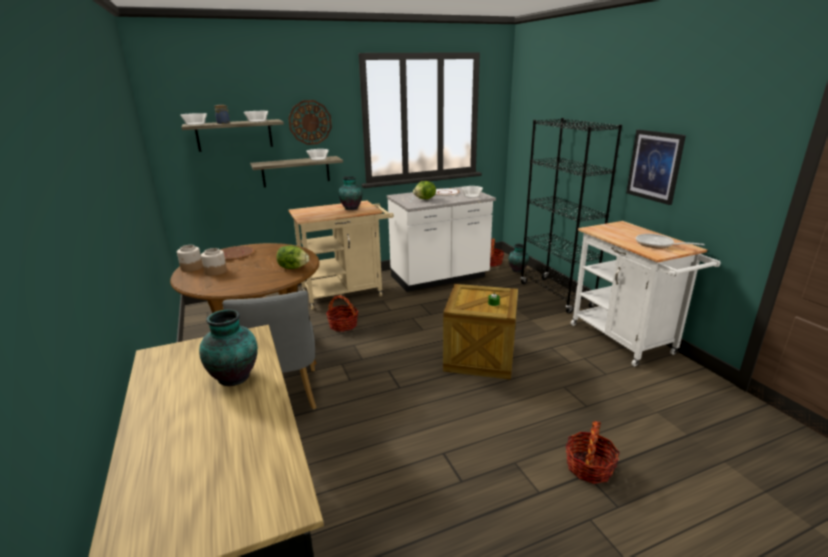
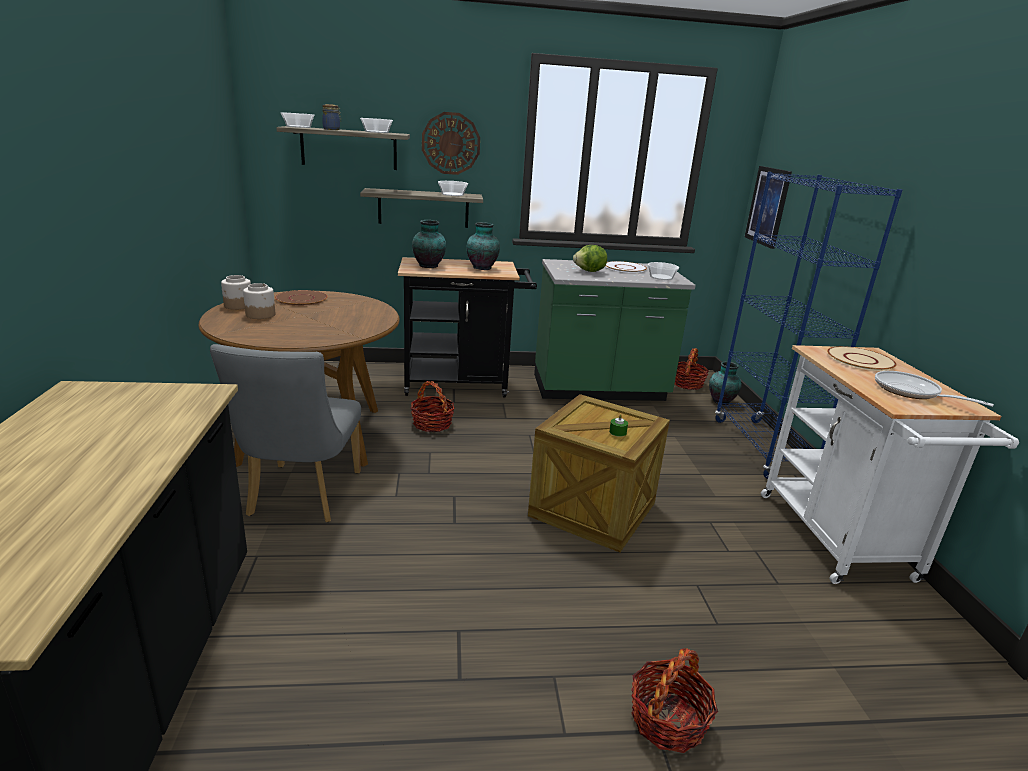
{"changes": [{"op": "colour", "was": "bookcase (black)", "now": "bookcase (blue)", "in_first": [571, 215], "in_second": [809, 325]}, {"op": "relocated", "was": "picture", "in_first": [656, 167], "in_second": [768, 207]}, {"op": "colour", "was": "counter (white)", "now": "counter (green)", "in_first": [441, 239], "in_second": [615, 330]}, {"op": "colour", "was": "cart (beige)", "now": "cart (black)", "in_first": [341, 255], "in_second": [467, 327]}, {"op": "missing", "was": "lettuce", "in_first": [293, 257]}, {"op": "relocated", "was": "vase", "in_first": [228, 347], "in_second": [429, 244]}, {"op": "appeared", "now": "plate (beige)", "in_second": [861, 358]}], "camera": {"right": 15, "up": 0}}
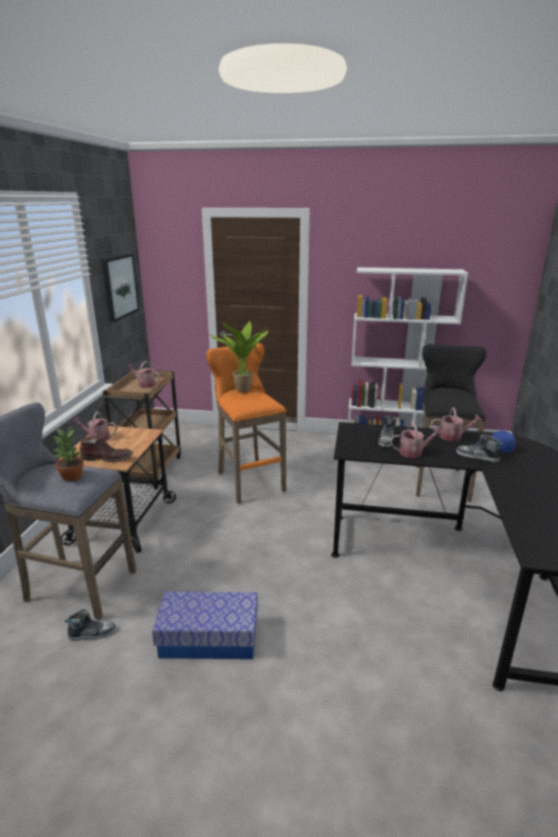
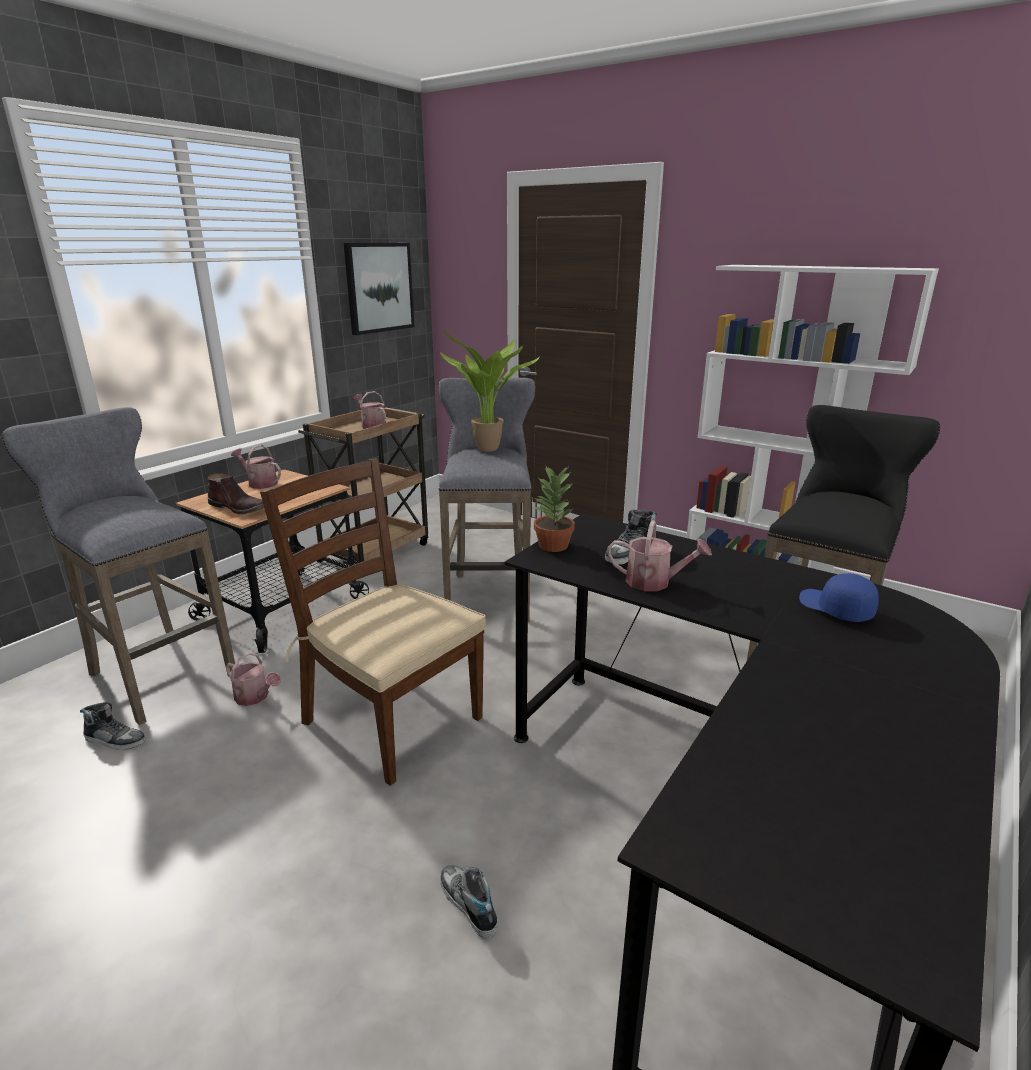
{"changes": [{"op": "colour", "was": "stool (orange)", "now": "stool (grey)", "in_first": [246, 423], "in_second": [487, 500]}, {"op": "relocated", "was": "watering can", "in_first": [456, 425], "in_second": [253, 679]}, {"op": "relocated", "was": "potted plant", "in_first": [68, 454], "in_second": [554, 508]}, {"op": "relocated", "was": "shoe", "in_first": [479, 448], "in_second": [469, 901]}, {"op": "missing", "was": "storage box", "in_first": [205, 625]}, {"op": "appeared", "now": "chair (brown)", "in_second": [373, 622]}], "camera": {"right": 25, "up": 0}}
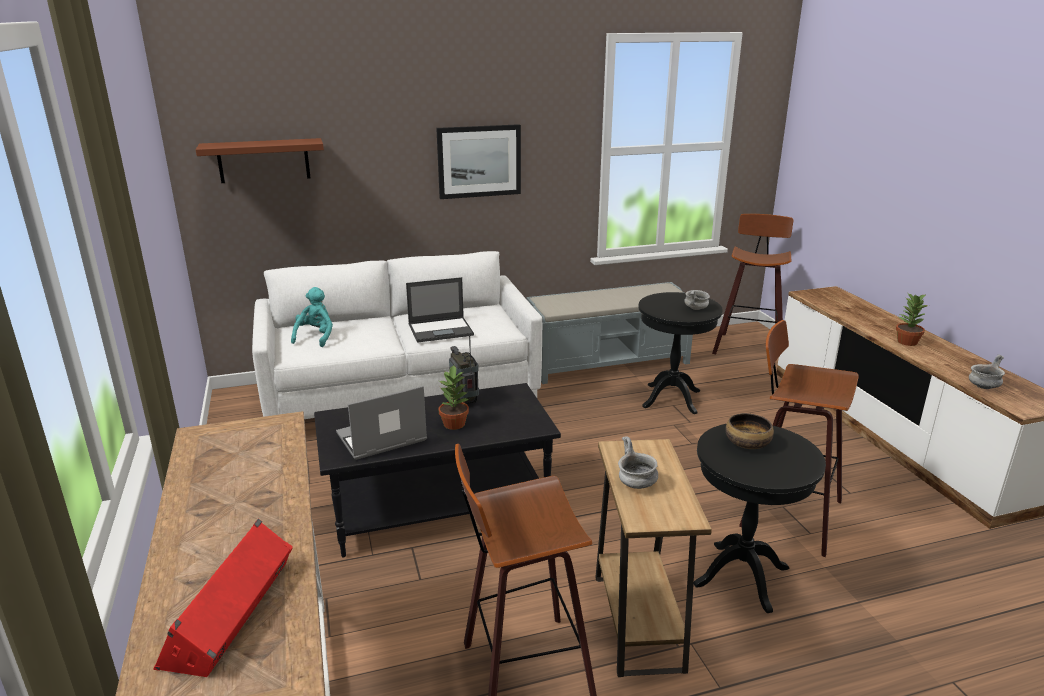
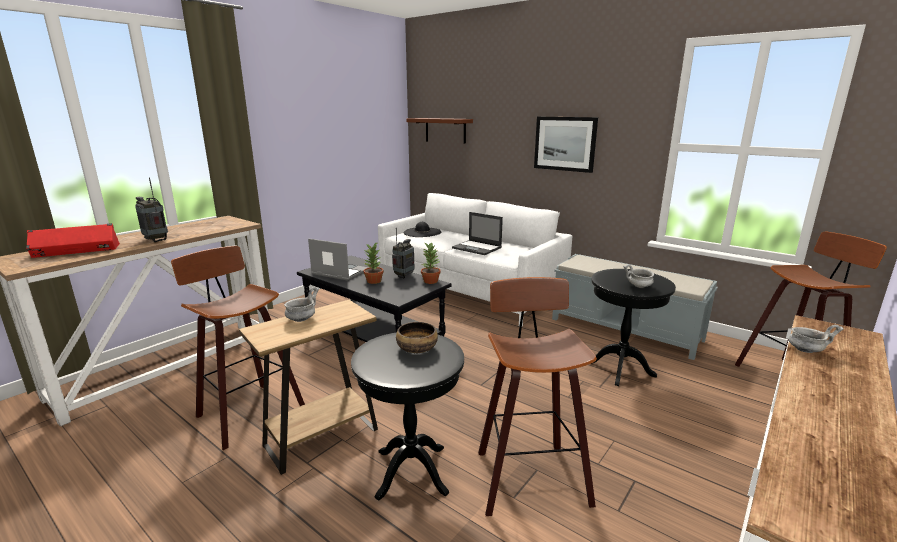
{"changes": [{"op": "exchanged", "was": "plush toy (turquoise)", "now": "hat (black)", "in_first": [312, 317], "in_second": [422, 229]}, {"op": "relocated", "was": "potted plant", "in_first": [912, 319], "in_second": [431, 263]}, {"op": "relocated", "was": "bowl (grey)", "in_first": [987, 372], "in_second": [815, 339]}, {"op": "appeared", "now": "radio", "in_second": [151, 210]}], "camera": {"right": 55, "up": -5}}
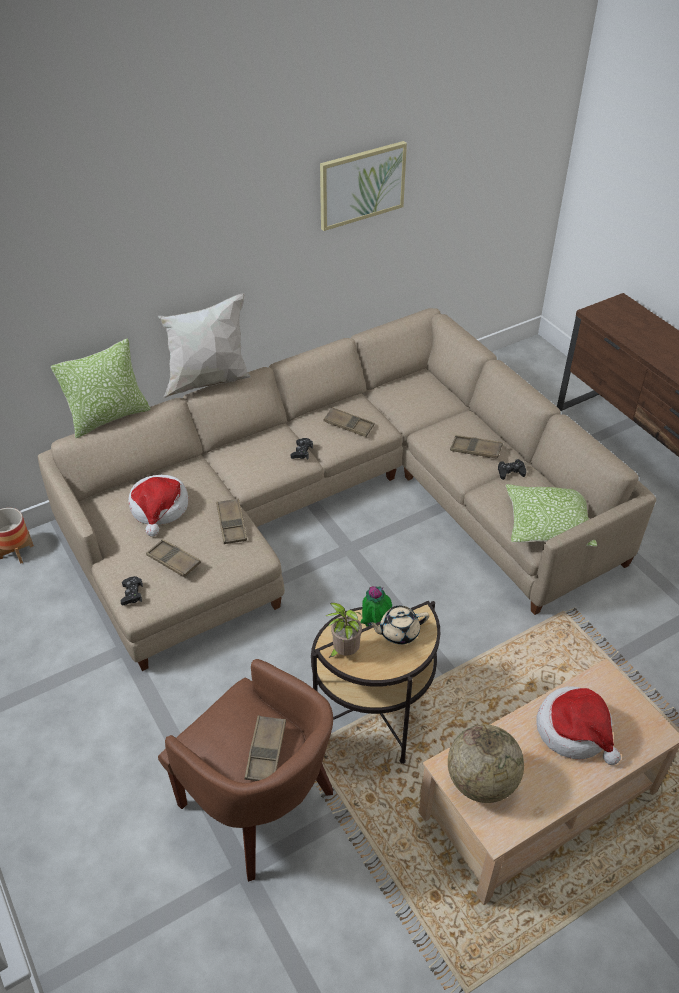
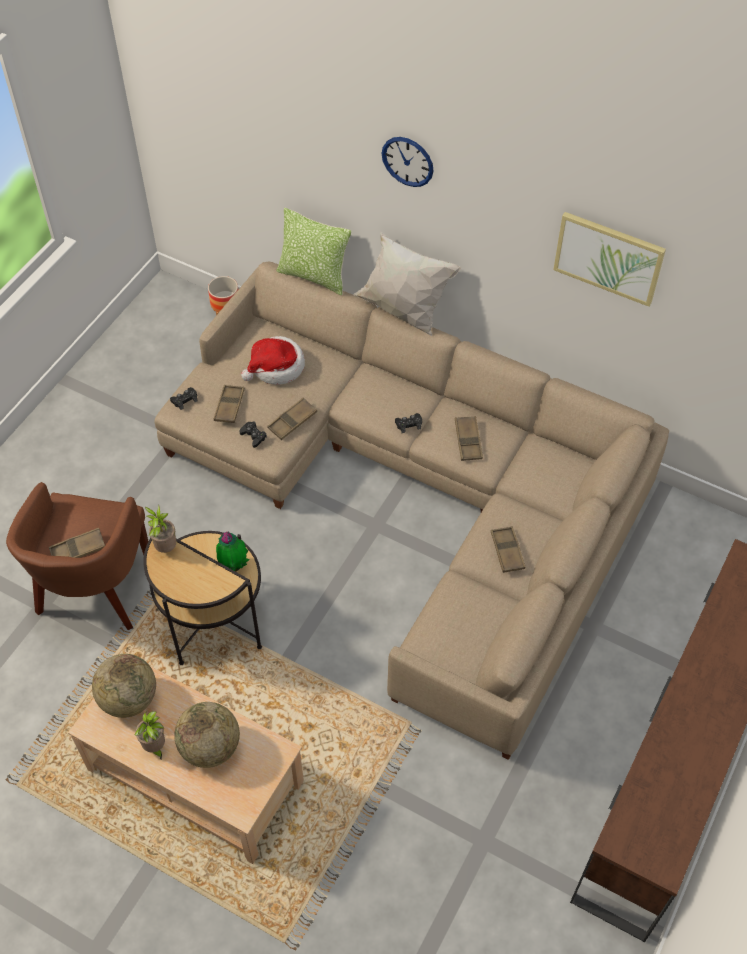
{"changes": [{"op": "relocated", "was": "game controller (black)", "in_first": [512, 469], "in_second": [253, 434]}, {"op": "missing", "was": "pillow", "in_first": [551, 515]}, {"op": "missing", "was": "teapot (beige)", "in_first": [398, 625]}, {"op": "exchanged", "was": "hat", "now": "globe", "in_first": [578, 725], "in_second": [207, 735]}, {"op": "appeared", "now": "wall clock", "in_second": [407, 162]}, {"op": "appeared", "now": "potted plant", "in_second": [150, 735]}], "camera": {"right": 60, "up": 10}}
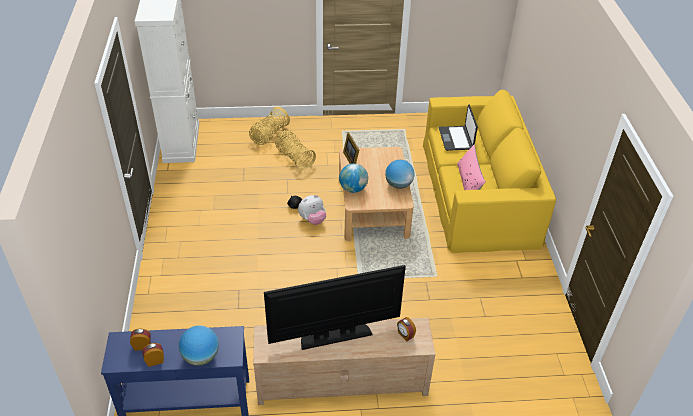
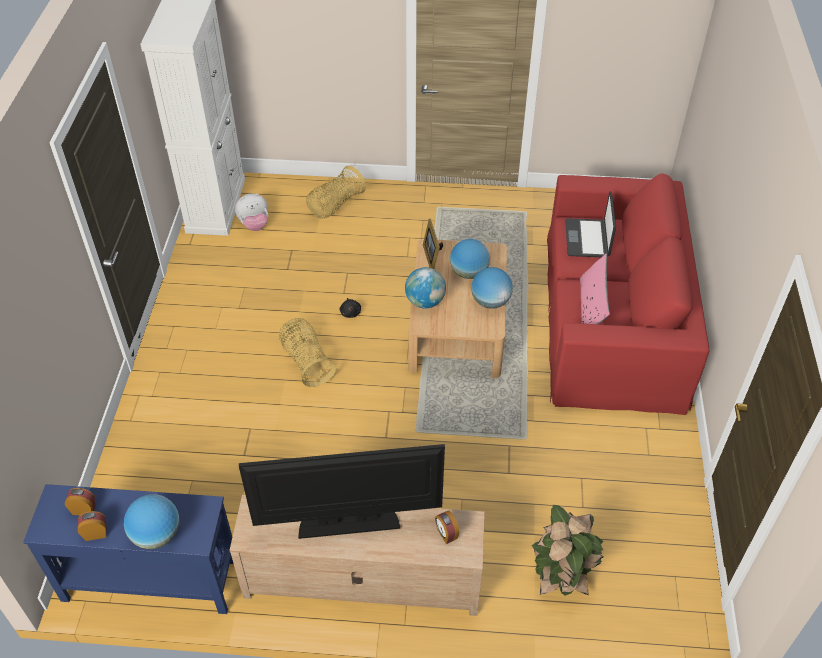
{"changes": [{"op": "colour", "was": "sofa (yellow)", "now": "sofa (red)", "in_first": [489, 171], "in_second": [628, 294]}, {"op": "relocated", "was": "basket", "in_first": [295, 150], "in_second": [307, 352]}, {"op": "relocated", "was": "plush toy", "in_first": [312, 210], "in_second": [251, 212]}, {"op": "appeared", "now": "globe", "in_second": [470, 259]}, {"op": "appeared", "now": "potted plant", "in_second": [567, 550]}], "camera": {"right": 10, "up": 5}}
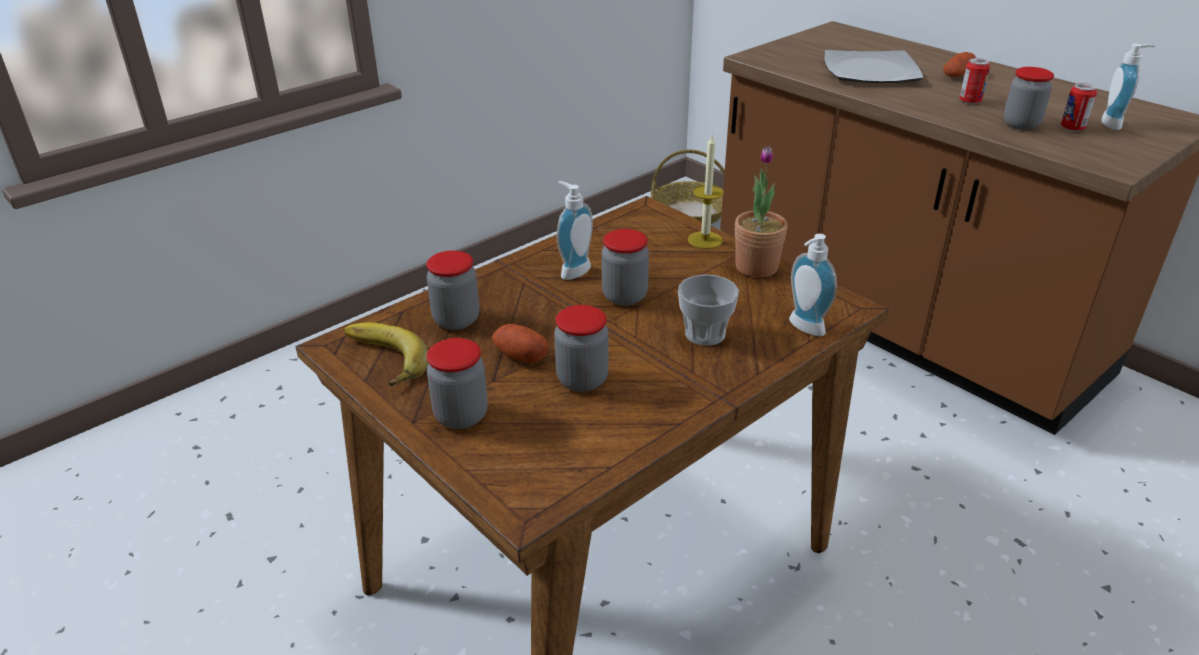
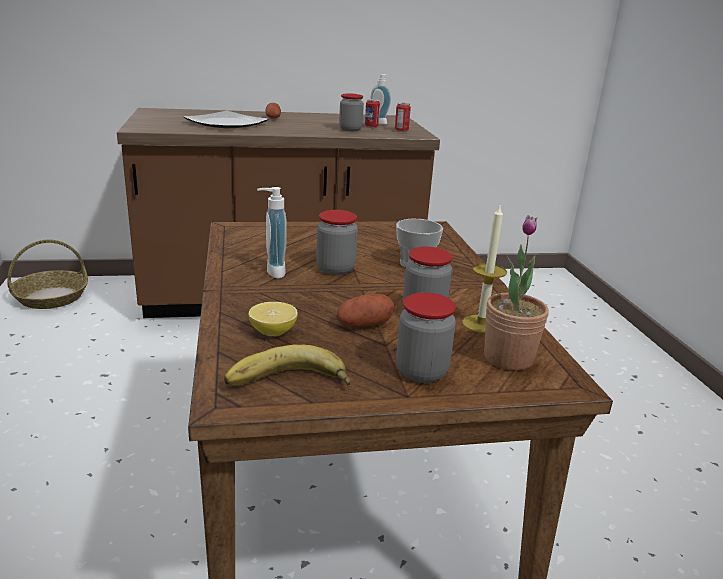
{"changes": [{"op": "relocated", "was": "can", "in_first": [974, 81], "in_second": [403, 117]}, {"op": "relocated", "was": "candle", "in_first": [706, 192], "in_second": [484, 270]}, {"op": "relocated", "was": "potted plant", "in_first": [761, 212], "in_second": [516, 292]}, {"op": "missing", "was": "soap dispenser", "in_first": [813, 285]}, {"op": "exchanged", "was": "jar", "now": "lemon", "in_first": [453, 290], "in_second": [273, 319]}], "camera": {"right": -60, "up": -10}}
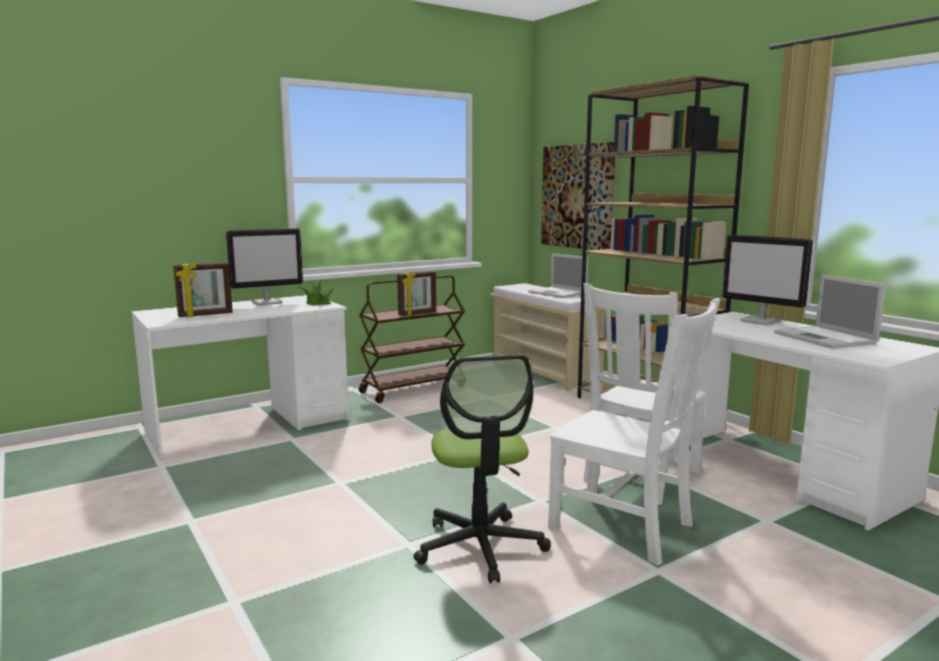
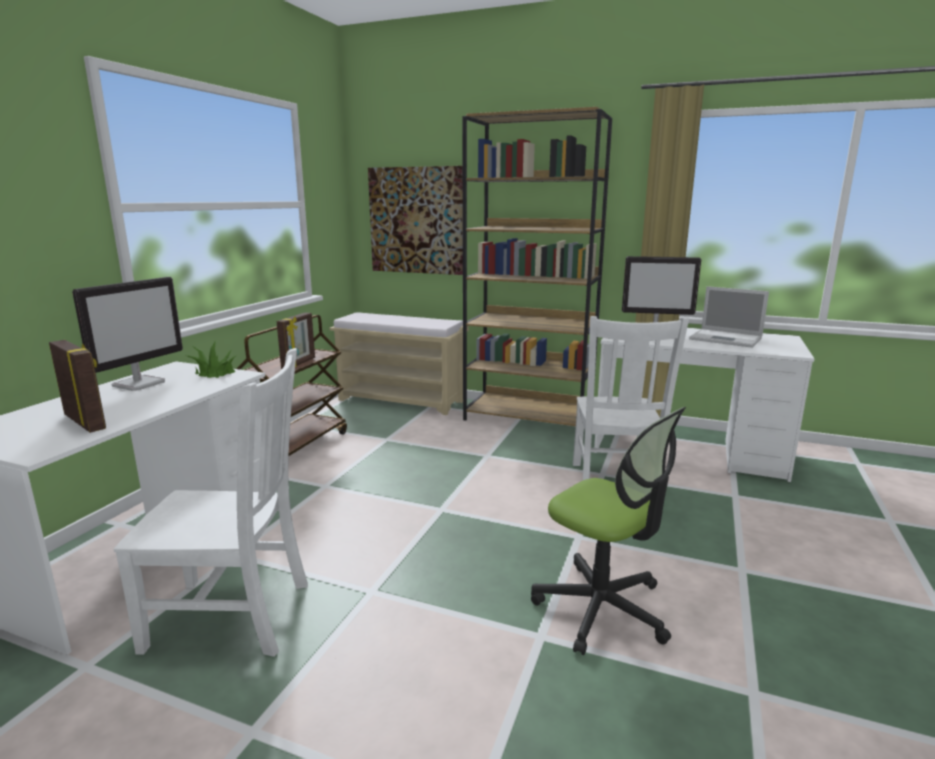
{"changes": [{"op": "missing", "was": "laptop", "in_first": [558, 275]}, {"op": "spun", "was": "picture frame", "in_first": [203, 289], "in_second": [77, 386], "clockwise": -75}, {"op": "relocated", "was": "chair (white)", "in_first": [634, 431], "in_second": [211, 502]}], "camera": {"right": -35, "up": 5}}
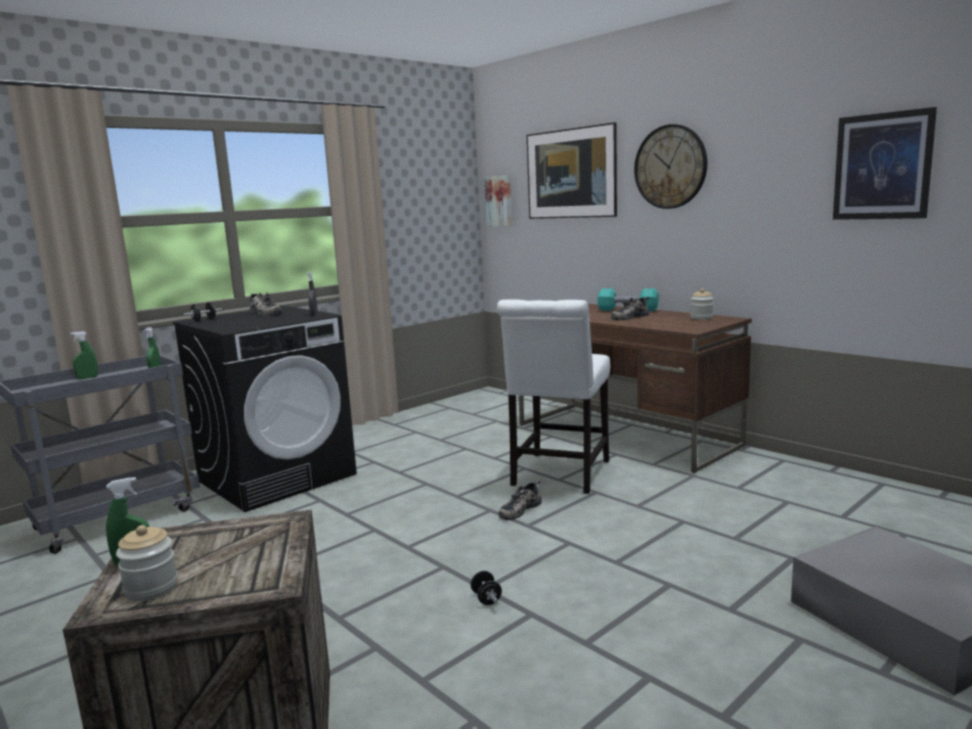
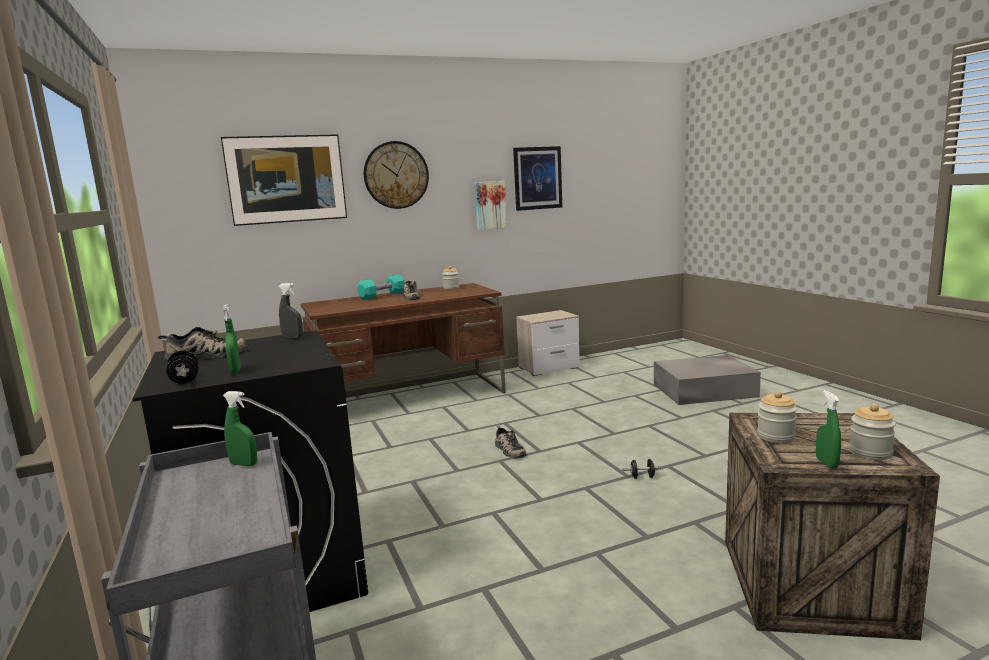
{"changes": [{"op": "relocated", "was": "picture", "in_first": [498, 201], "in_second": [491, 205]}, {"op": "missing", "was": "chair (white)", "in_first": [553, 396]}, {"op": "relocated", "was": "spray bottle (green)", "in_first": [84, 355], "in_second": [232, 339]}, {"op": "appeared", "now": "nightstand", "in_second": [548, 343]}, {"op": "appeared", "now": "jar", "in_second": [777, 417]}], "camera": {"right": -70, "up": 0}}
